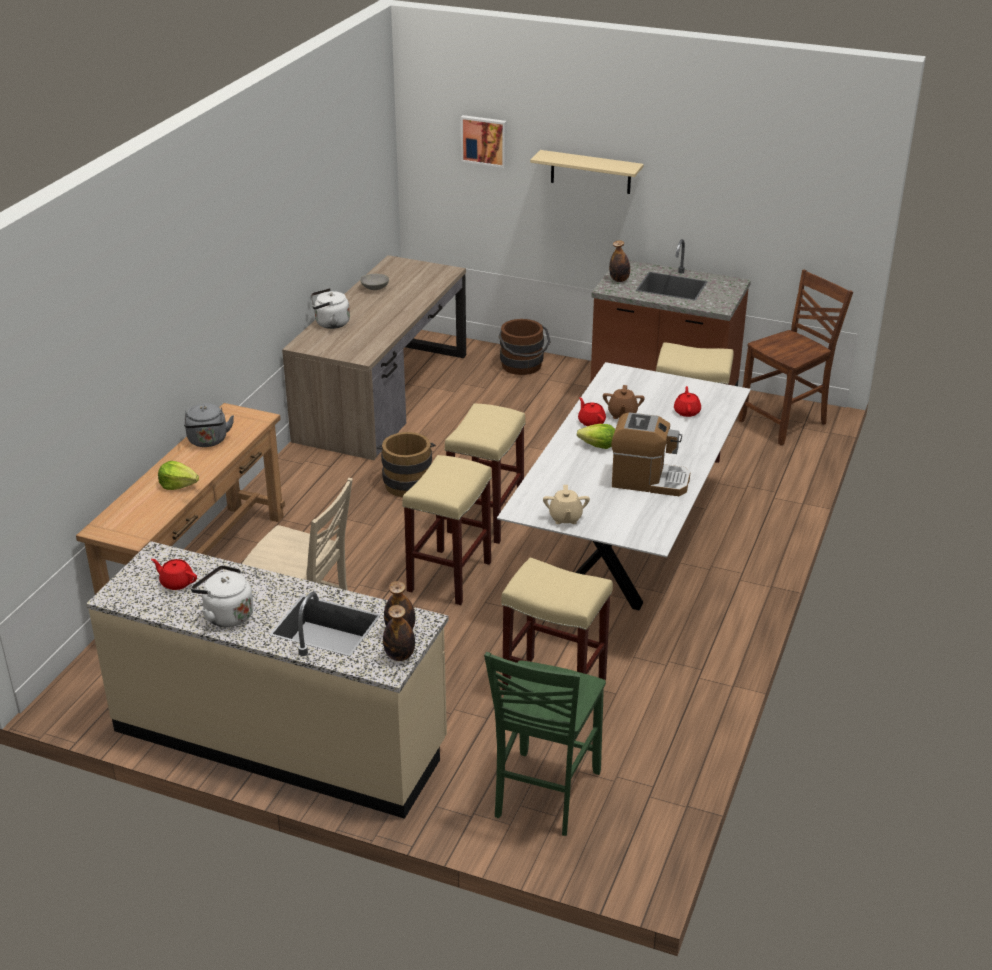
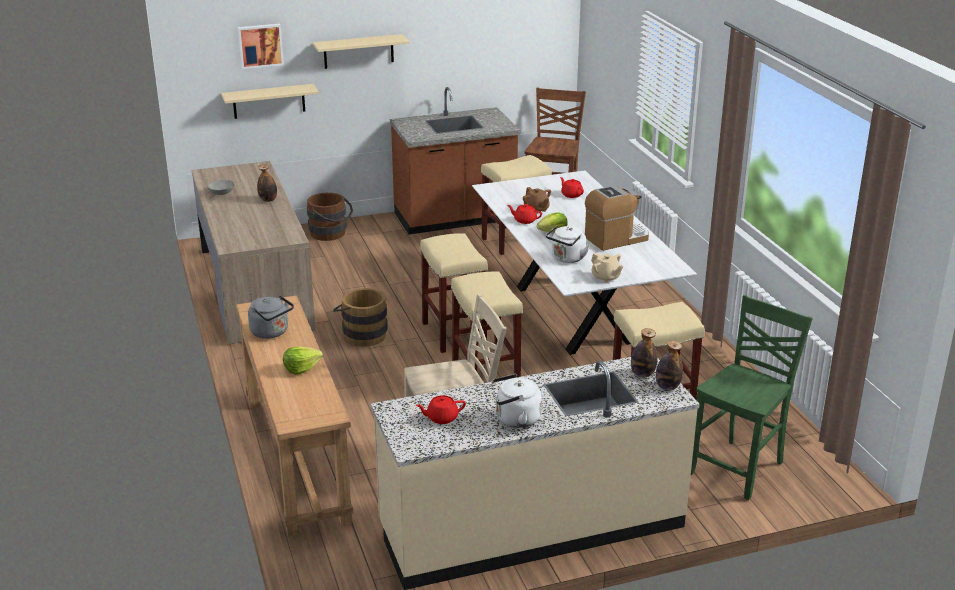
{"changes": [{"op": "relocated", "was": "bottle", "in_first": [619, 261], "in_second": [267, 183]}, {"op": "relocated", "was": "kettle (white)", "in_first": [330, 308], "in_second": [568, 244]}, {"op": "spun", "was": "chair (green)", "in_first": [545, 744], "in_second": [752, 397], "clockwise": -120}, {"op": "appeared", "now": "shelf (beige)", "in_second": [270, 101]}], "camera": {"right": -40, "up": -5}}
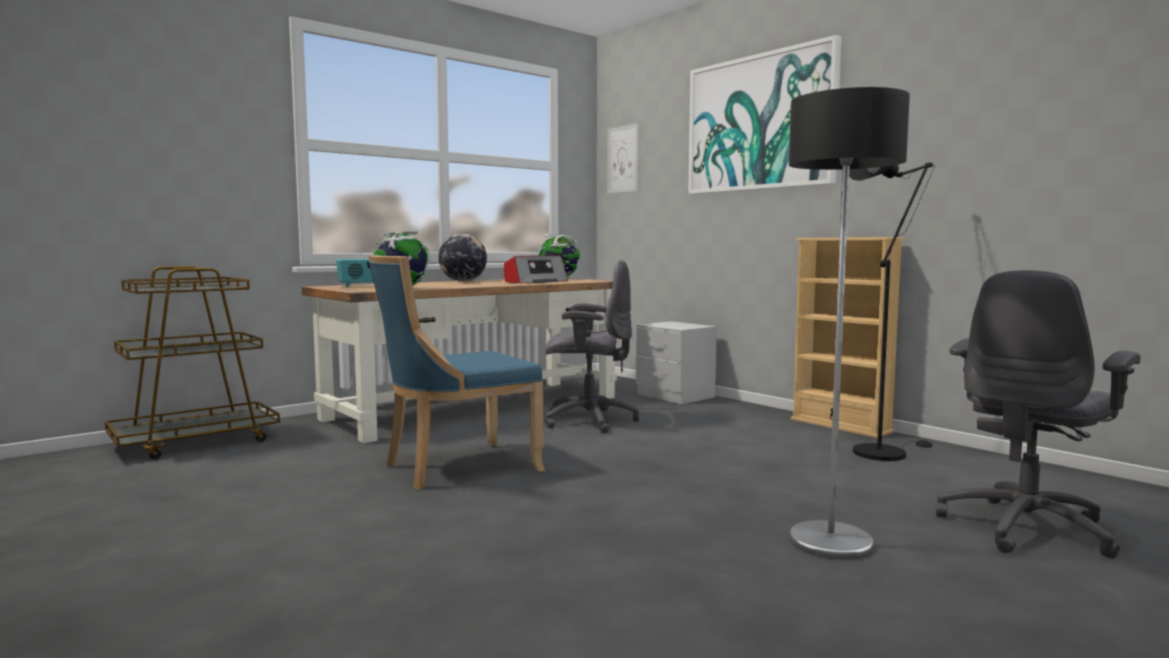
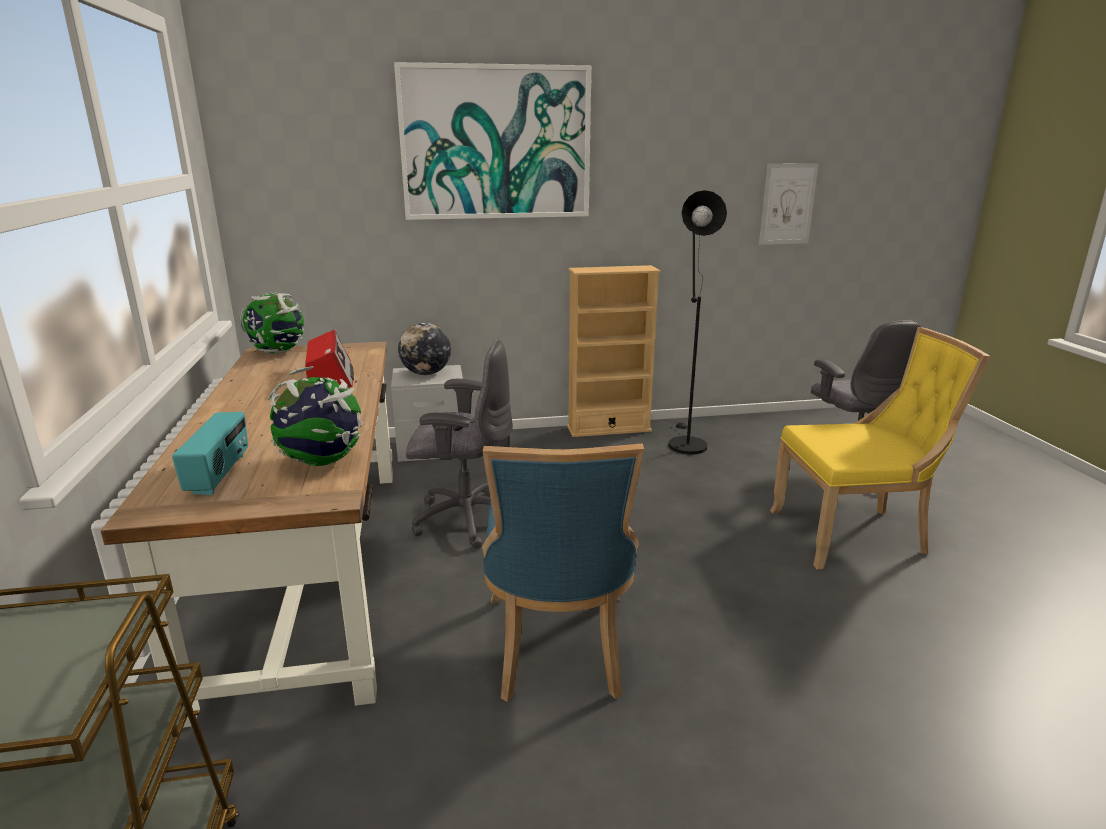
{"changes": [{"op": "exchanged", "was": "floor lamp", "now": "chair (yellow)", "in_first": [849, 323], "in_second": [880, 448]}, {"op": "relocated", "was": "picture", "in_first": [623, 158], "in_second": [789, 204]}, {"op": "relocated", "was": "globe", "in_first": [462, 257], "in_second": [424, 349]}, {"op": "spun", "was": "office chair (grey)", "in_first": [592, 346], "in_second": [459, 444], "clockwise": 60}], "camera": {"right": -60, "up": 15}}
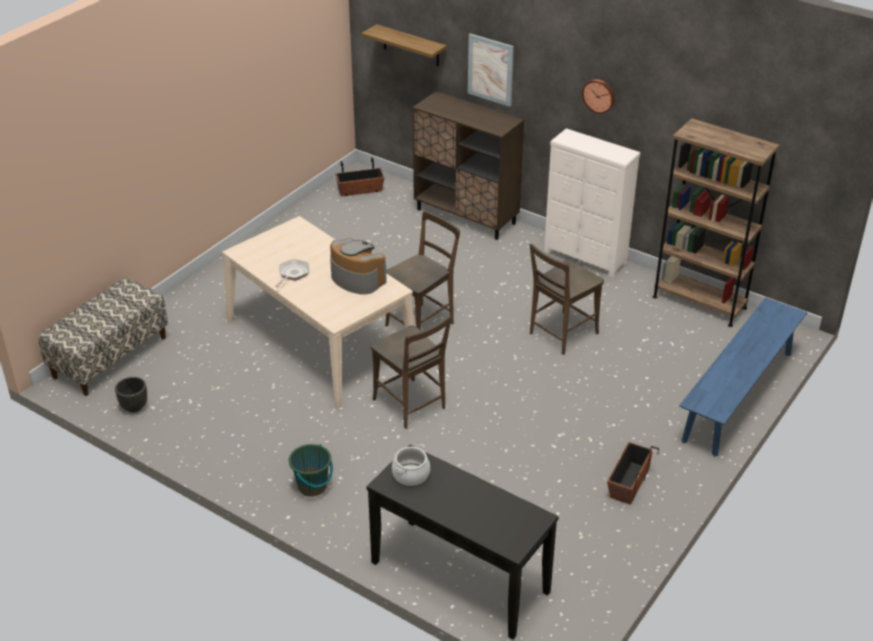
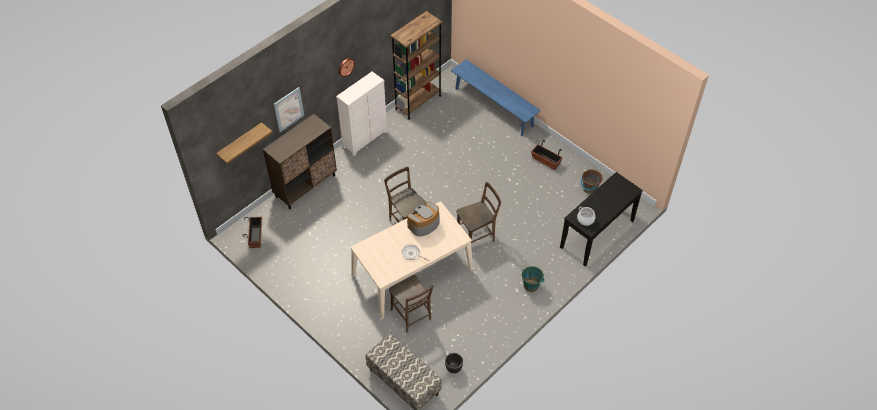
{"changes": [{"op": "relocated", "was": "chair (brown)", "in_first": [567, 299], "in_second": [411, 304]}, {"op": "appeared", "now": "bucket (brown)", "in_second": [592, 181]}], "camera": {"right": -80, "up": 15}}
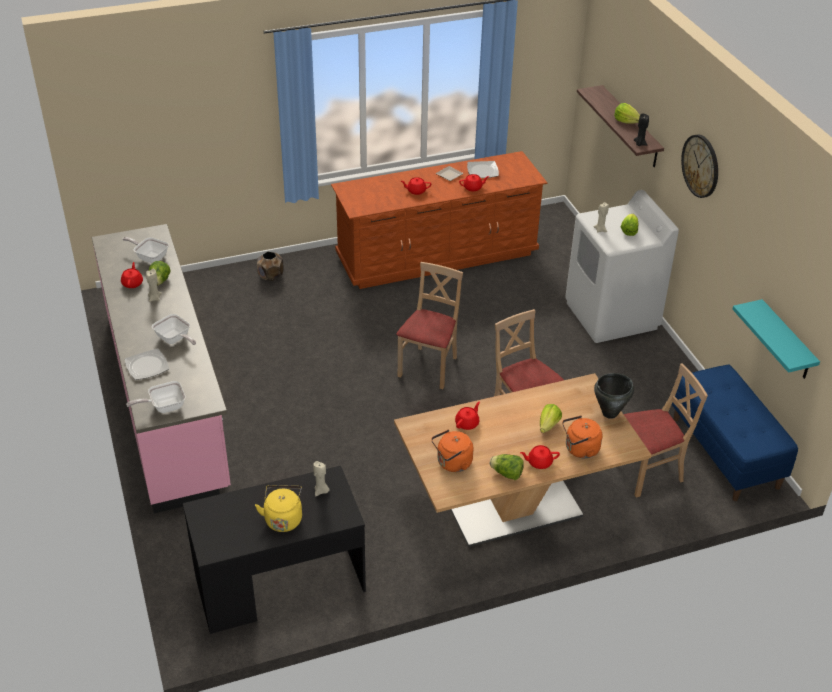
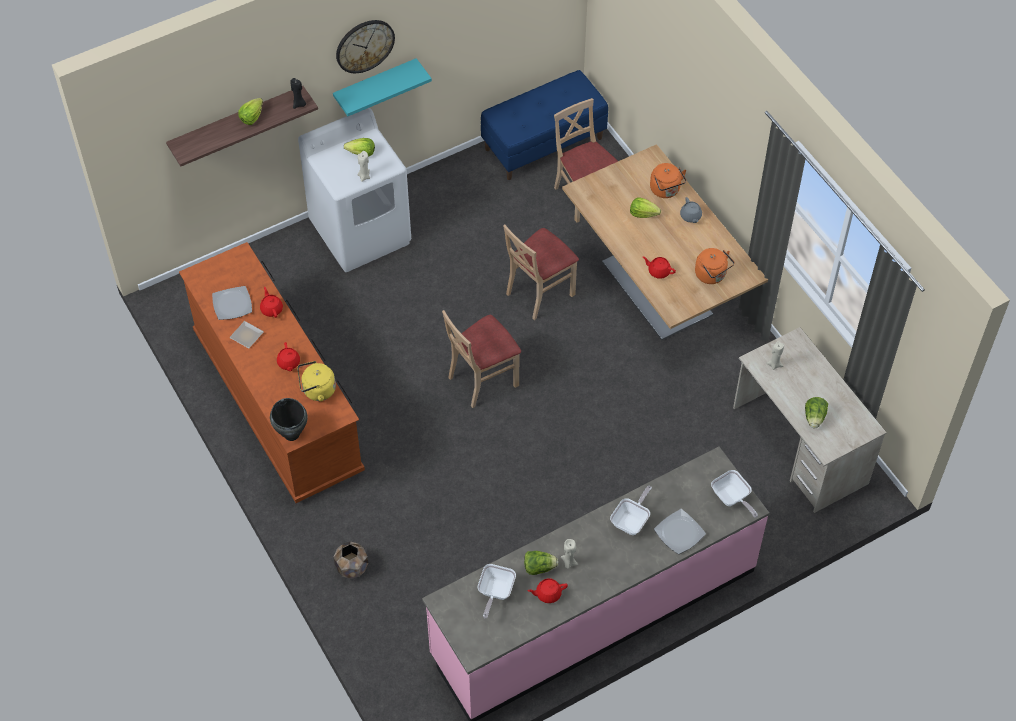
{"changes": [{"op": "spun", "was": "chair (beige)", "in_first": [429, 325], "in_second": [481, 359], "clockwise": -45}, {"op": "relocated", "was": "shelf (turquoise)", "in_first": [776, 339], "in_second": [382, 87]}, {"op": "relocated", "was": "cooking pot (black)", "in_first": [614, 396], "in_second": [289, 419]}, {"op": "colour", "was": "teapot (red)", "now": "teapot (grey)", "in_first": [540, 457], "in_second": [691, 210]}, {"op": "relocated", "was": "lettuce", "in_first": [506, 467], "in_second": [816, 412]}, {"op": "colour", "was": "desk (black)", "now": "desk (beige)", "in_first": [274, 550], "in_second": [810, 420]}, {"op": "relocated", "was": "kettle (yellow)", "in_first": [278, 508], "in_second": [316, 381]}], "camera": {"right": -100, "up": 15}}
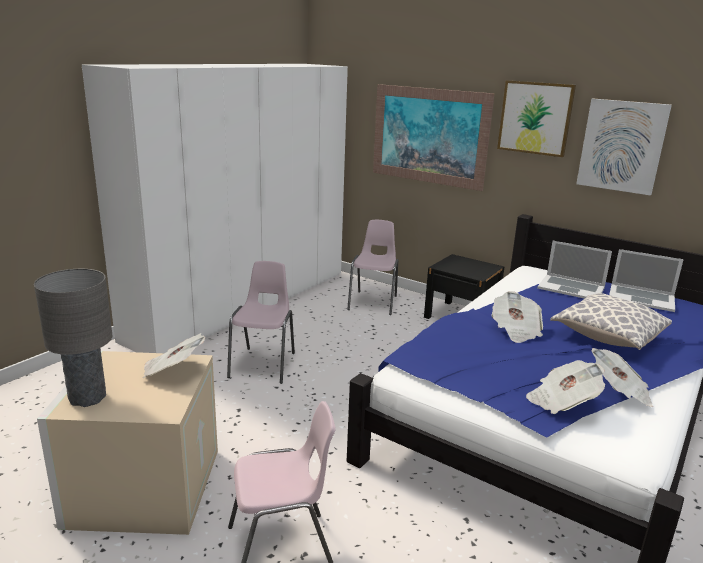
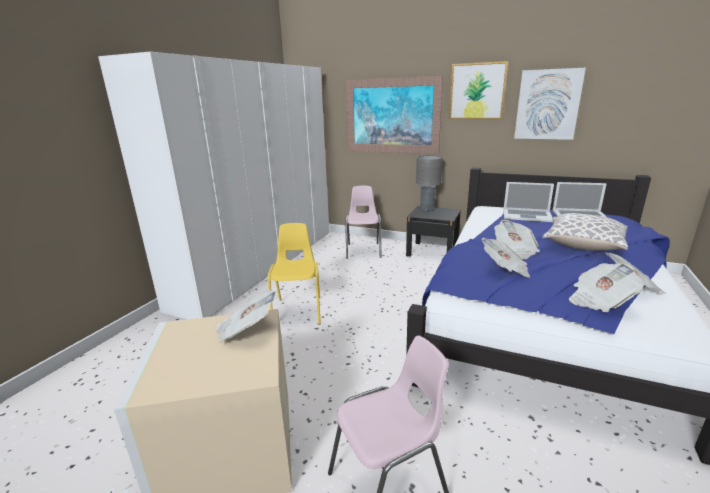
{"changes": [{"op": "colour", "was": "chair (pink)", "now": "chair (yellow)", "in_first": [261, 322], "in_second": [294, 274]}, {"op": "relocated", "was": "table lamp (grey)", "in_first": [73, 338], "in_second": [429, 183]}, {"op": "appeared", "now": "newspaper", "in_second": [506, 258]}], "camera": {"right": -10, "up": 0}}
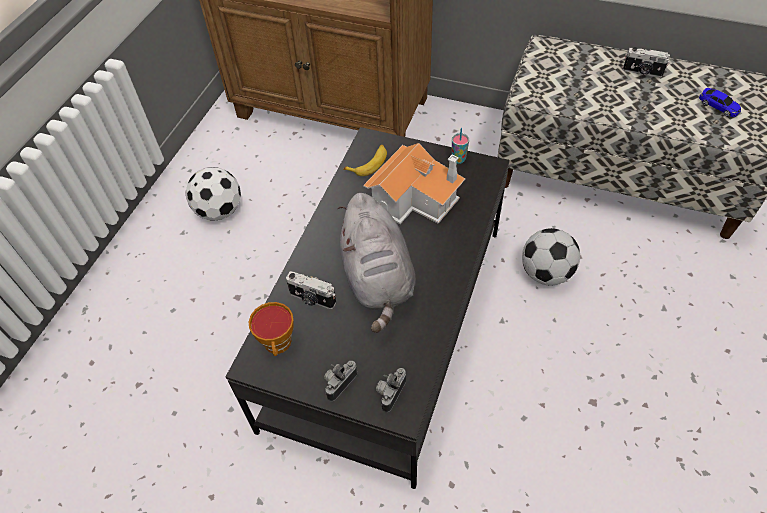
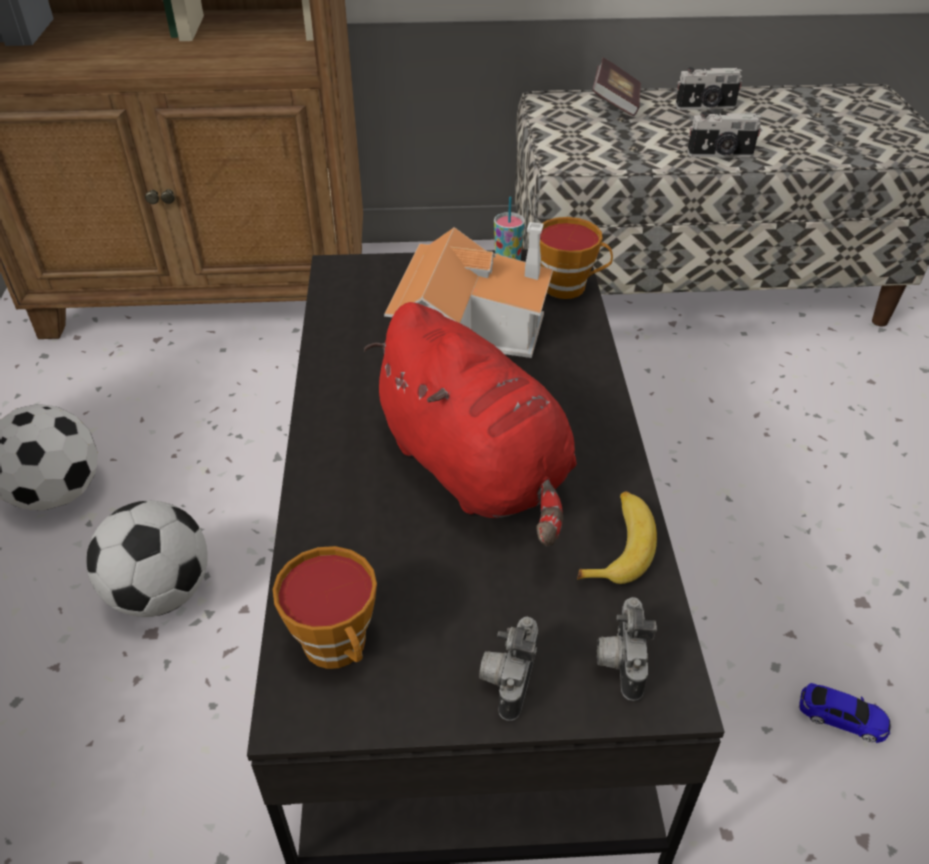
{"changes": [{"op": "relocated", "was": "toy car", "in_first": [720, 102], "in_second": [845, 713]}, {"op": "relocated", "was": "banana", "in_first": [365, 160], "in_second": [617, 537]}, {"op": "colour", "was": "plush toy (grey)", "now": "plush toy (red)", "in_first": [376, 263], "in_second": [470, 424]}, {"op": "relocated", "was": "football", "in_first": [551, 256], "in_second": [147, 559]}, {"op": "relocated", "was": "photo camera", "in_first": [311, 290], "in_second": [724, 134]}, {"op": "appeared", "now": "book", "in_second": [617, 87]}, {"op": "appeared", "now": "cup", "in_second": [576, 258]}], "camera": {"right": -25, "up": -10}}
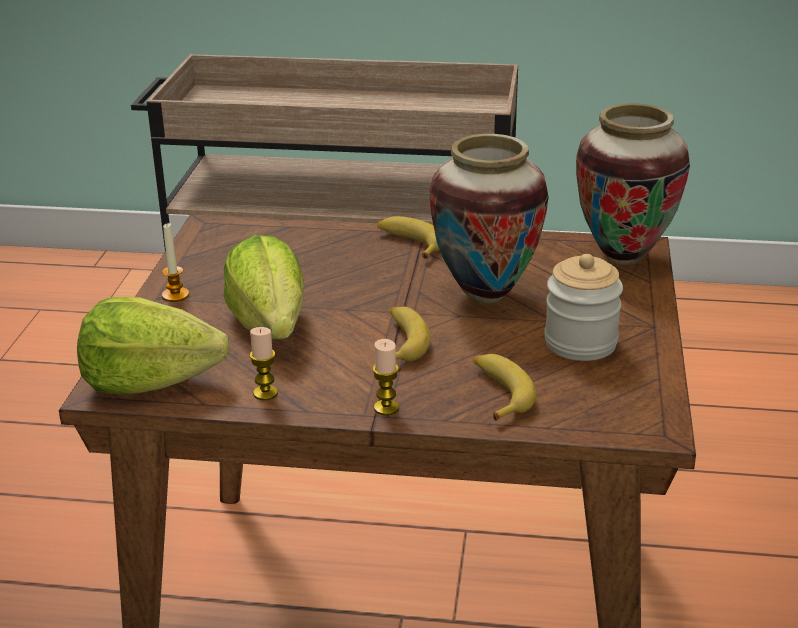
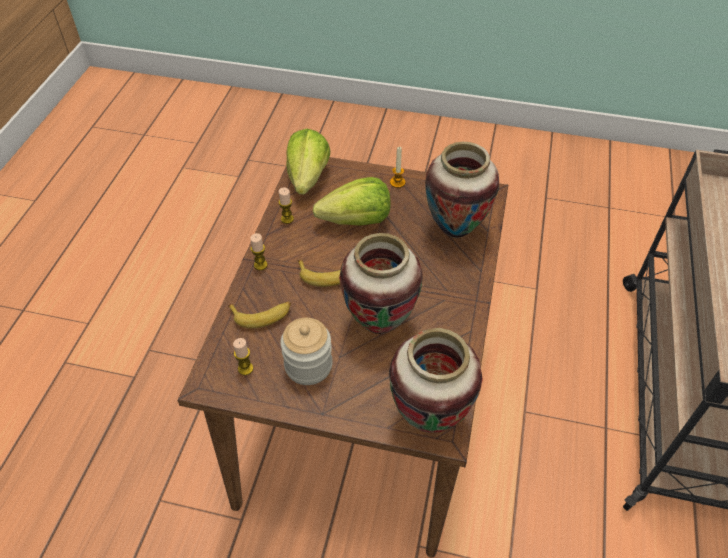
{"changes": [{"op": "missing", "was": "banana", "in_first": [408, 237]}, {"op": "appeared", "now": "vase", "in_second": [462, 190]}, {"op": "appeared", "now": "candle", "in_second": [243, 356]}], "camera": {"right": 95, "up": 20}}
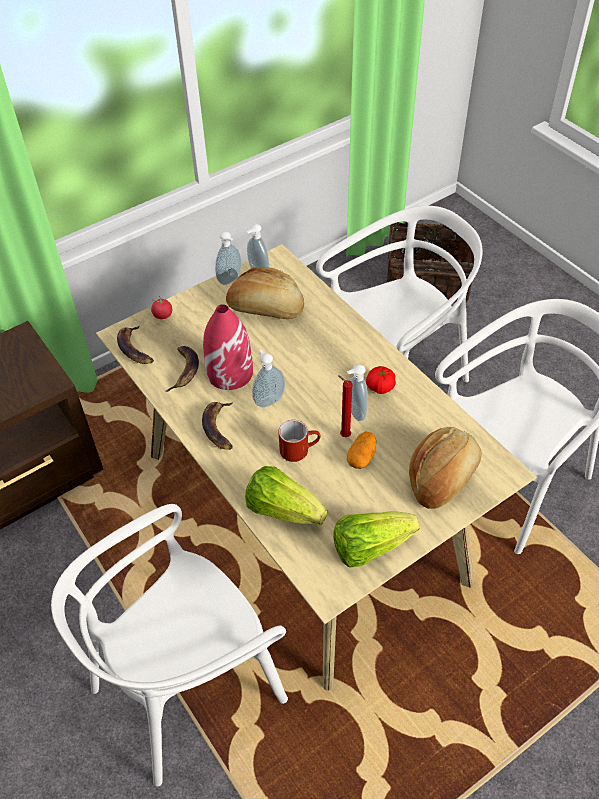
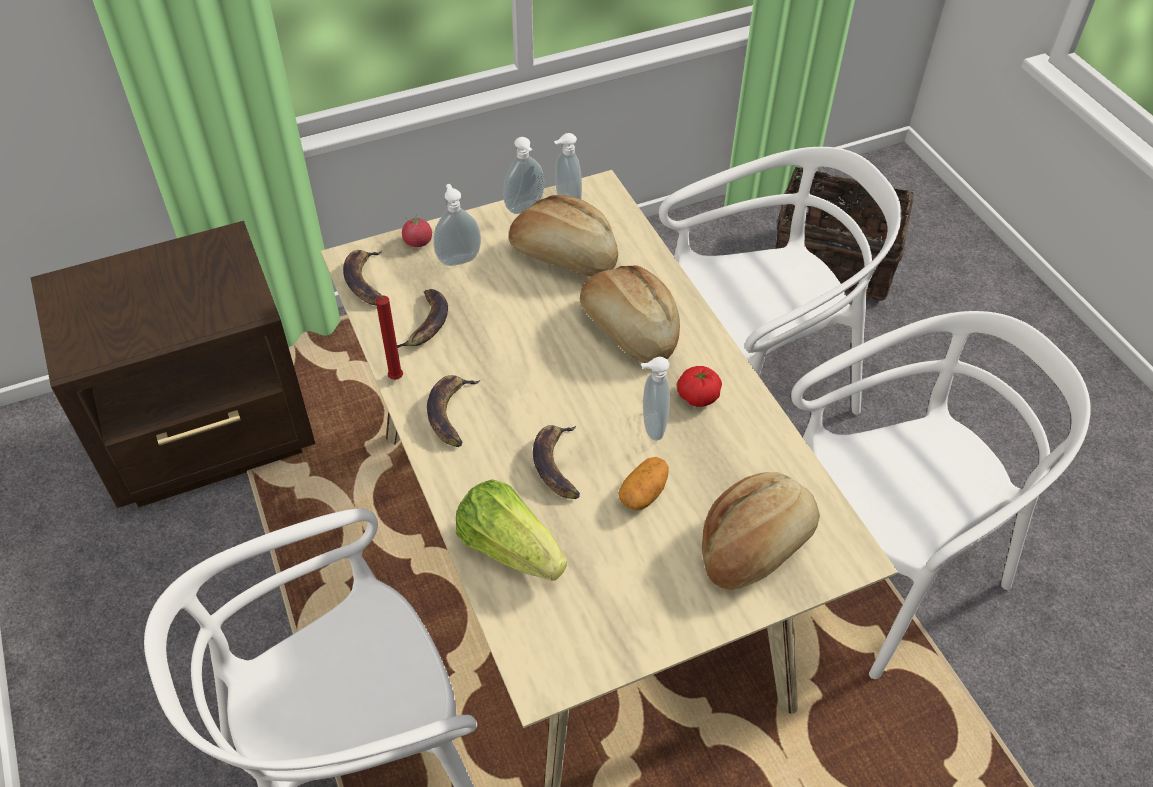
{"changes": [{"op": "missing", "was": "vase (red)", "in_first": [228, 347]}, {"op": "relocated", "was": "soap dispenser", "in_first": [268, 378], "in_second": [457, 225]}, {"op": "relocated", "was": "candle (red)", "in_first": [345, 406], "in_second": [386, 333]}, {"op": "exchanged", "was": "mug (red)", "now": "banana", "in_first": [299, 441], "in_second": [556, 462]}, {"op": "missing", "was": "lettuce", "in_first": [376, 539]}, {"op": "appeared", "now": "bread", "in_second": [630, 314]}], "camera": {"right": 10, "up": 0}}
